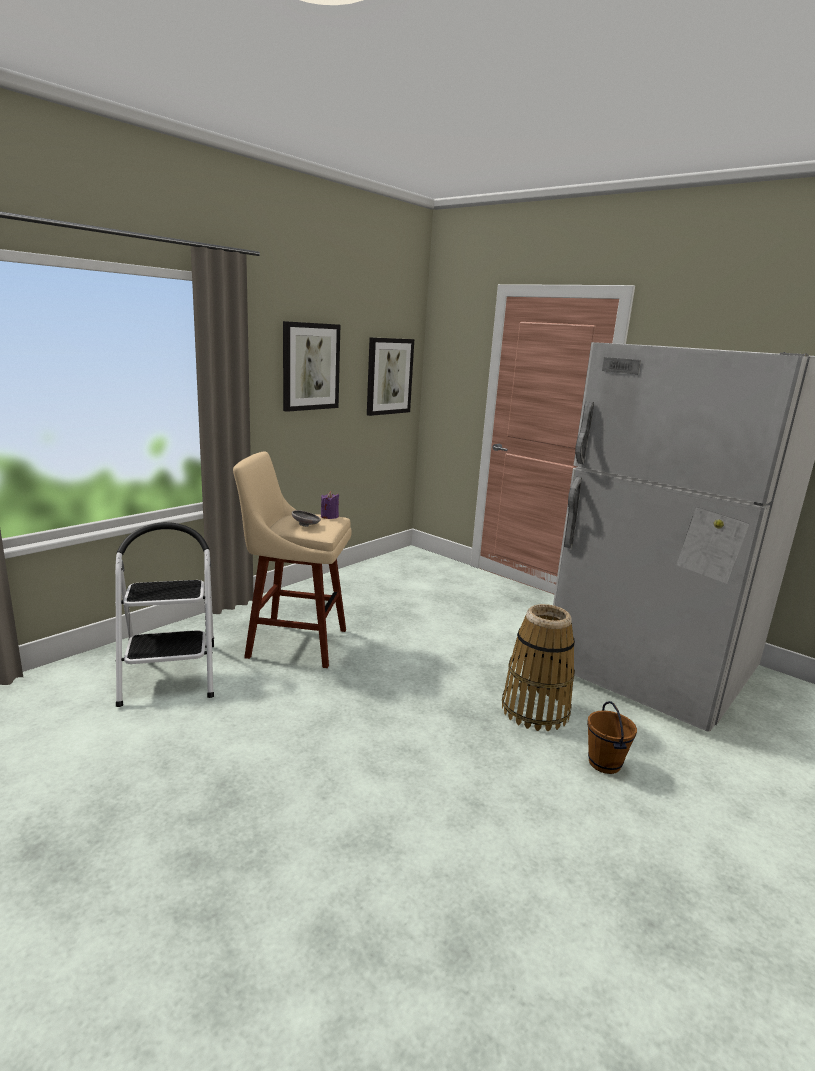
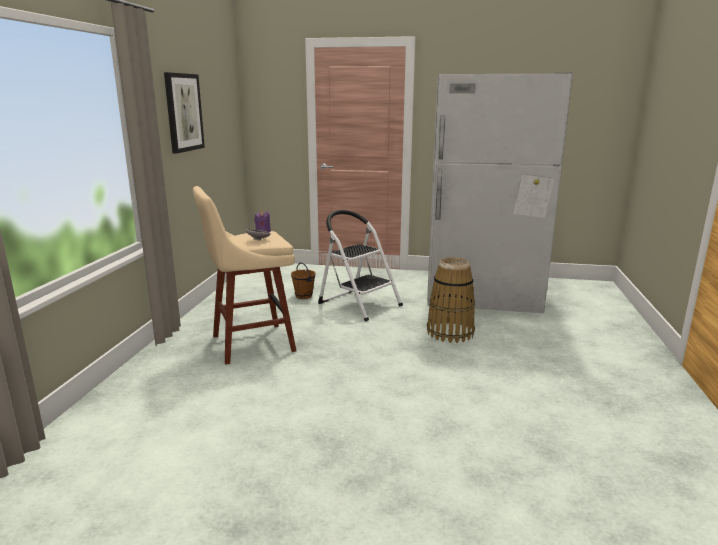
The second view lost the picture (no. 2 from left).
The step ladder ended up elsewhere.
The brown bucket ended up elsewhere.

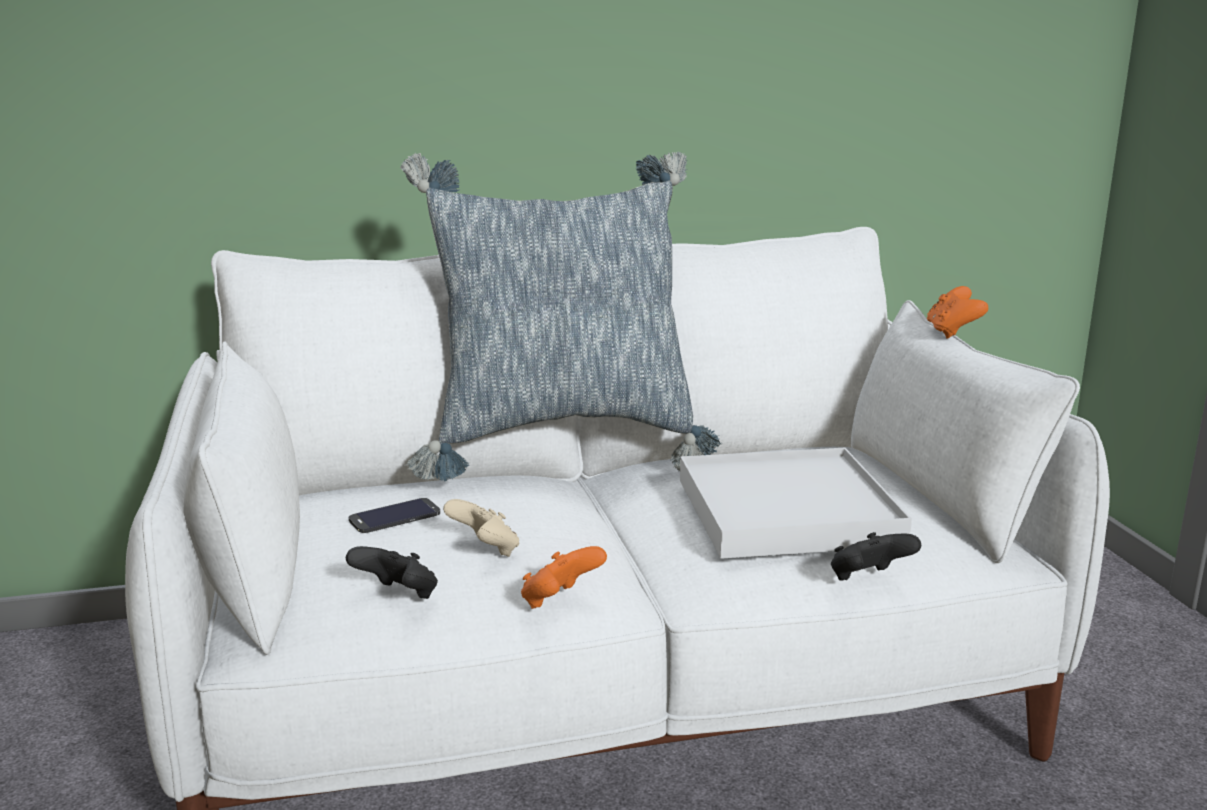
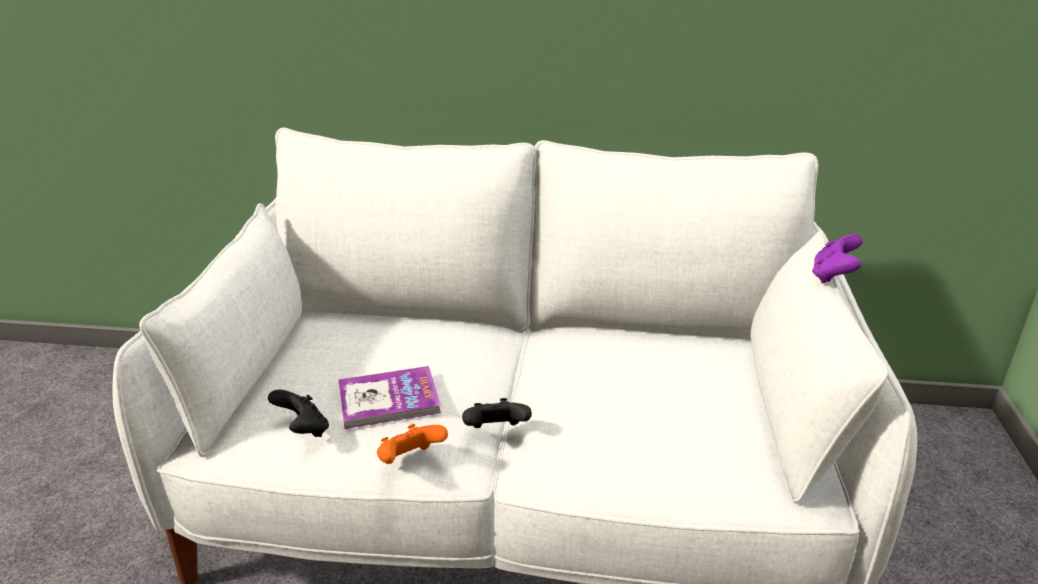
The second view lost the pillow.
What was the orange game controller (no. 2 from left) turned into the purple game controller.
The second view lost the white tray.
The second view lost the phone.
Where the beige game controller stood, the book came to stand.
The black game controller (no. 2 from left) ended up elsewhere.

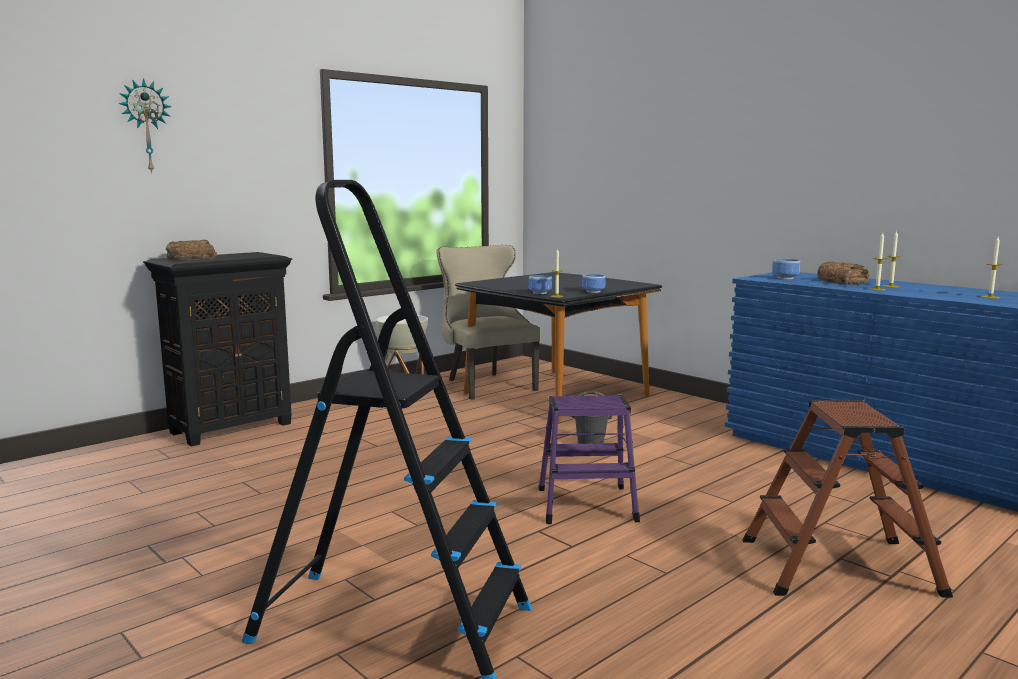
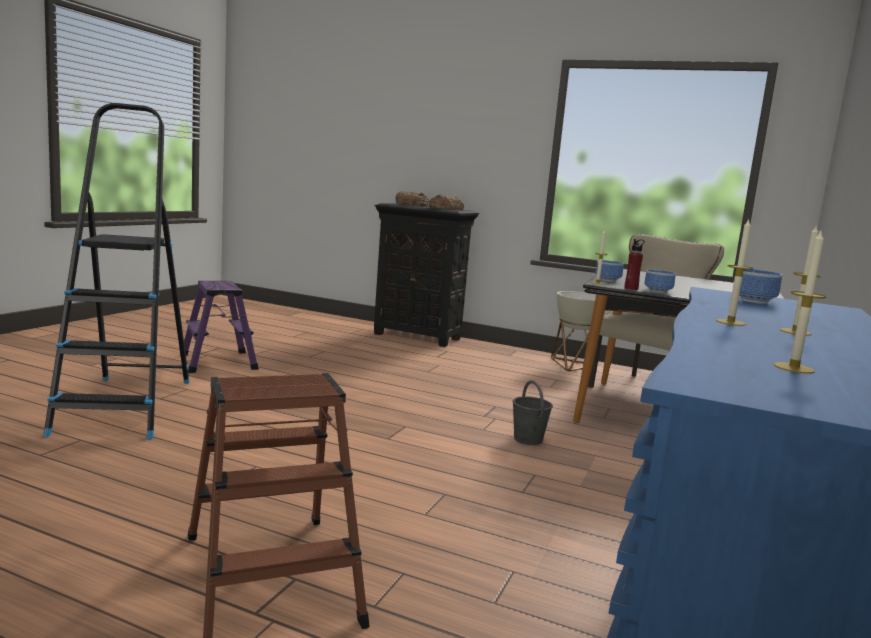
The second view lost the wall clock.
The bread (no. 2 from left) ended up elsewhere.
The purple step ladder ended up elsewhere.
The second view gained the red bottle.

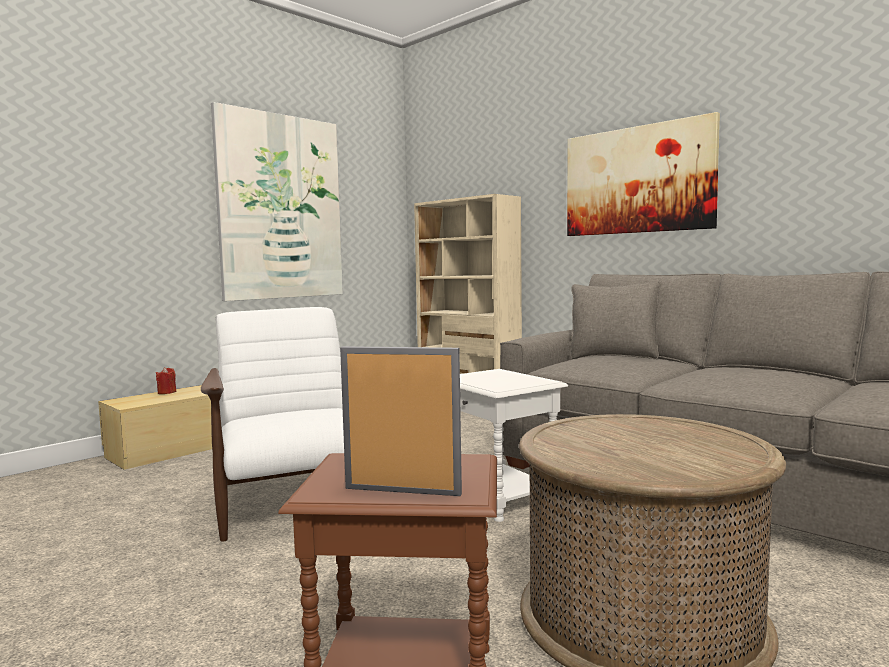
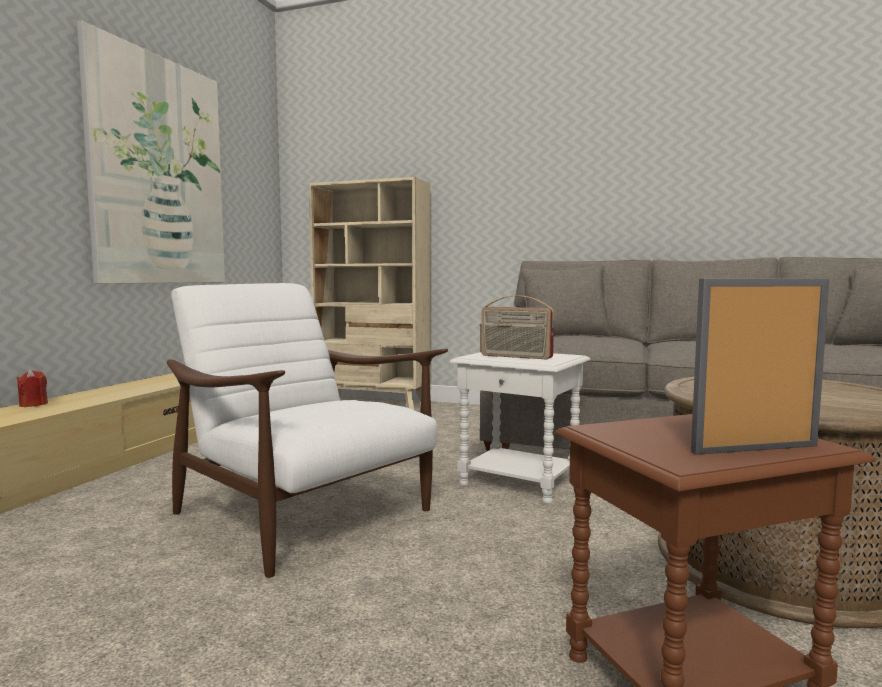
The second view lost the picture (no. 2 from left).
The second view gained the radio.

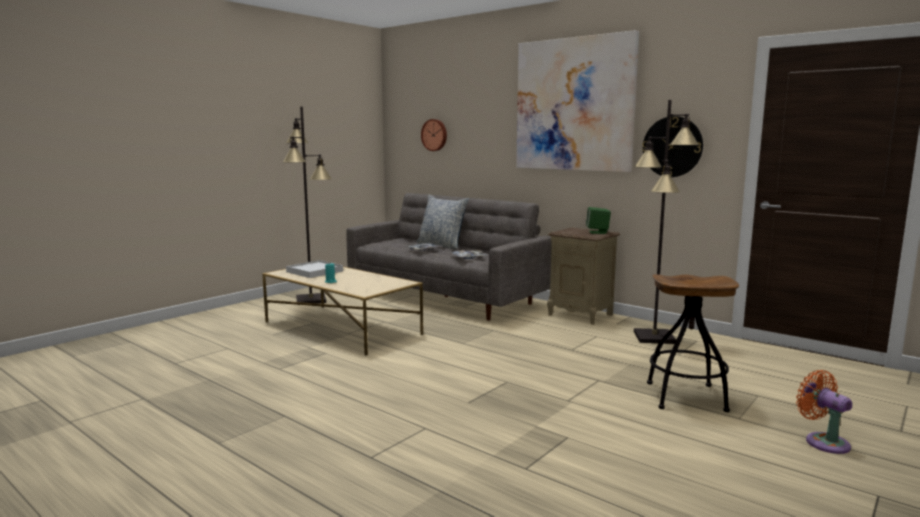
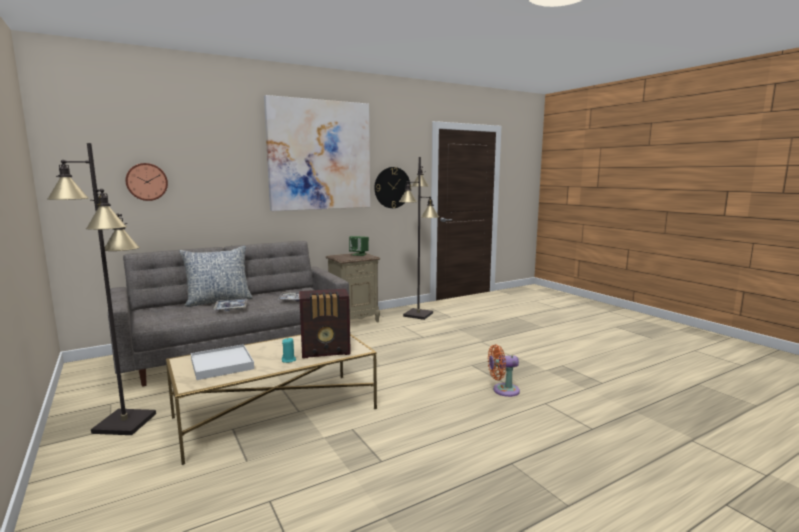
The second view lost the brown stool.
The orange fan ended up elsewhere.
The second view gained the radio.

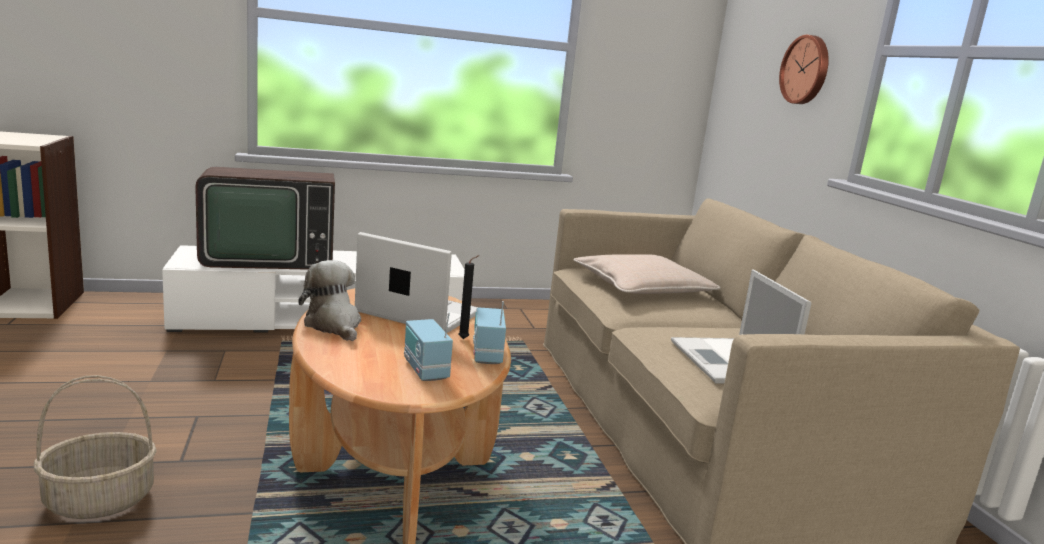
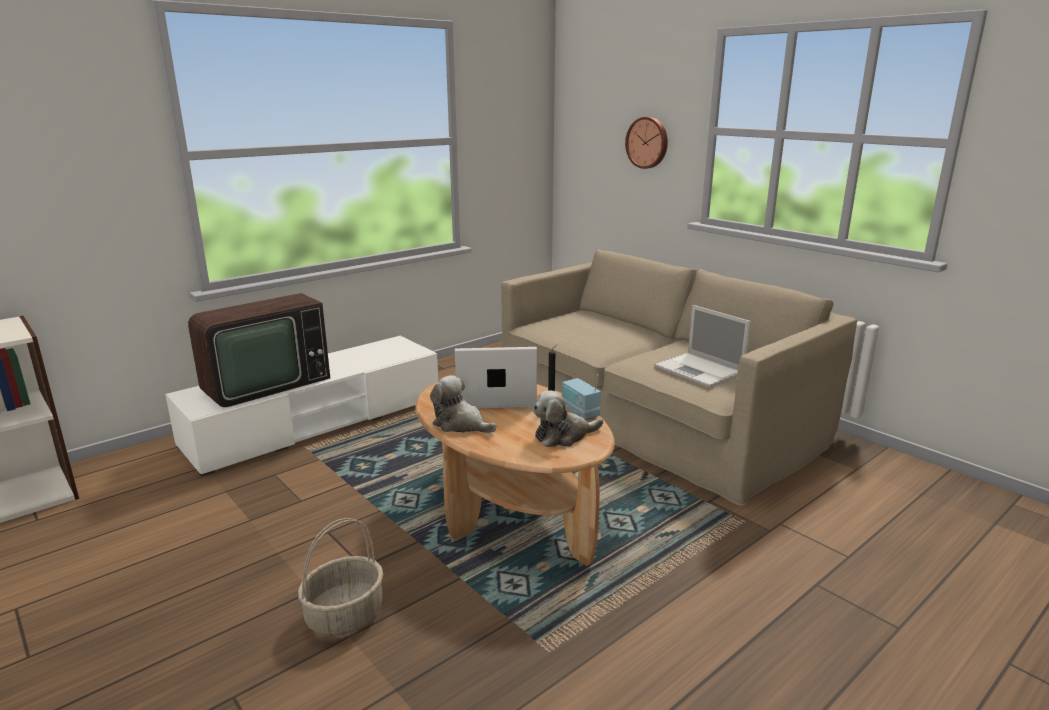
The second view lost the beige pillow.
Where the radio (no. 1 from left) stood, the plush toy (no. 2 from left) came to stand.

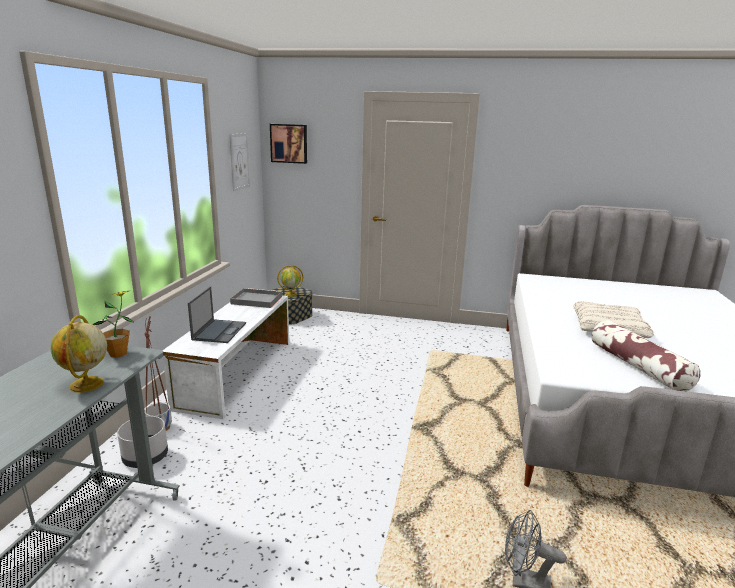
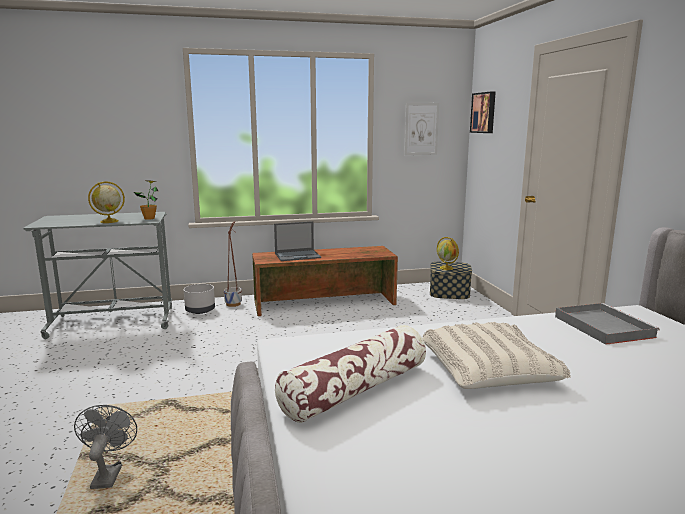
The grey tray ended up elsewhere.
What was the white bench turned into the brown bench.

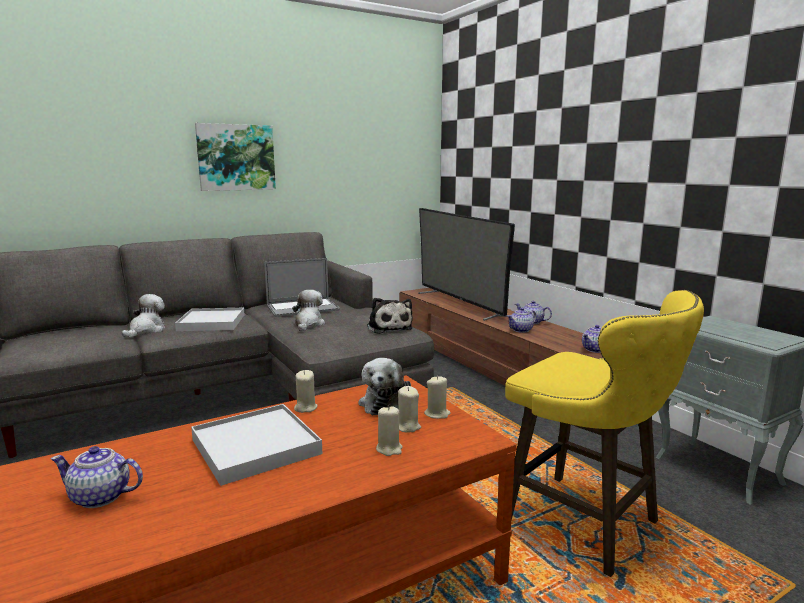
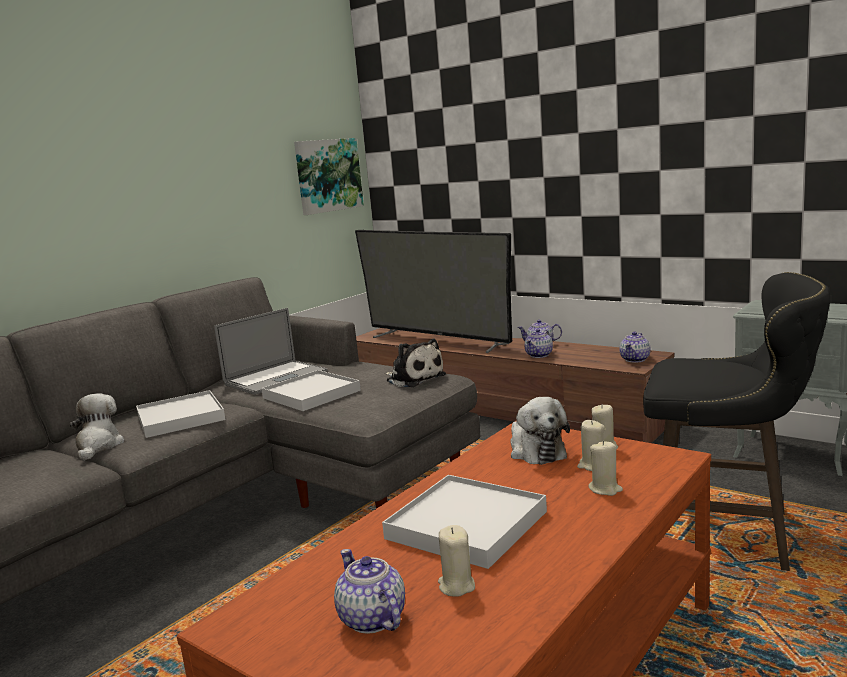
The picture ended up elsewhere.
Where the plush toy (no. 2 from left) stood, the white tray (no. 2 from left) came to stand.
What was the yellow stool turned into the black stool.
The beige candle (no. 1 from left) ended up elsewhere.
The teapot (no. 1 from left) ended up facing another way, 75 degrees clockwise from before.

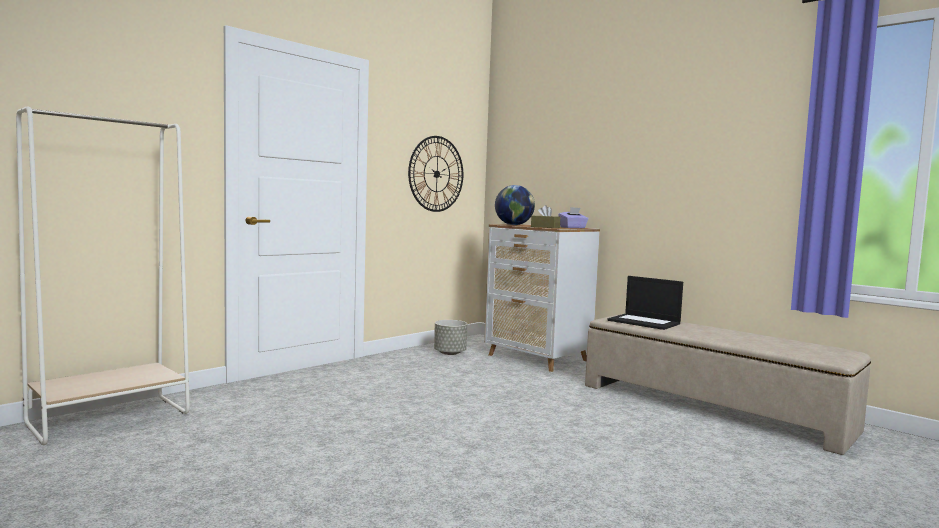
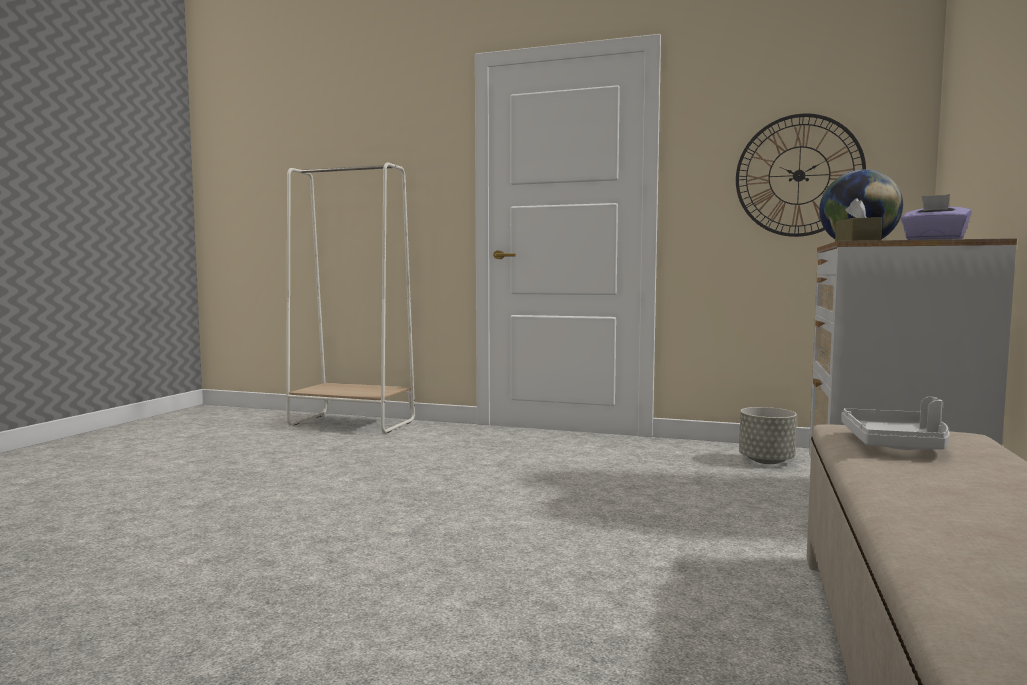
Where the laptop stood, the grey tray came to stand.

